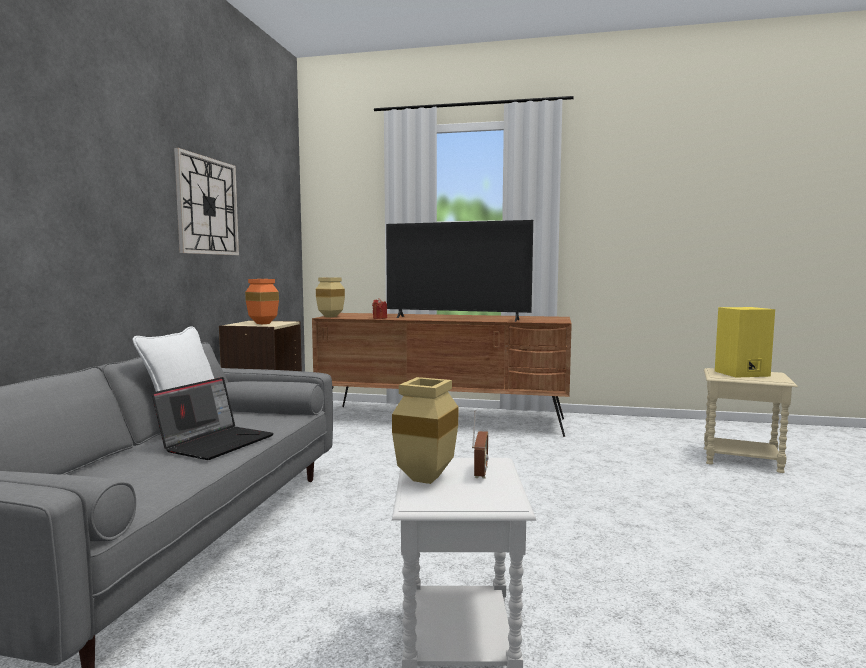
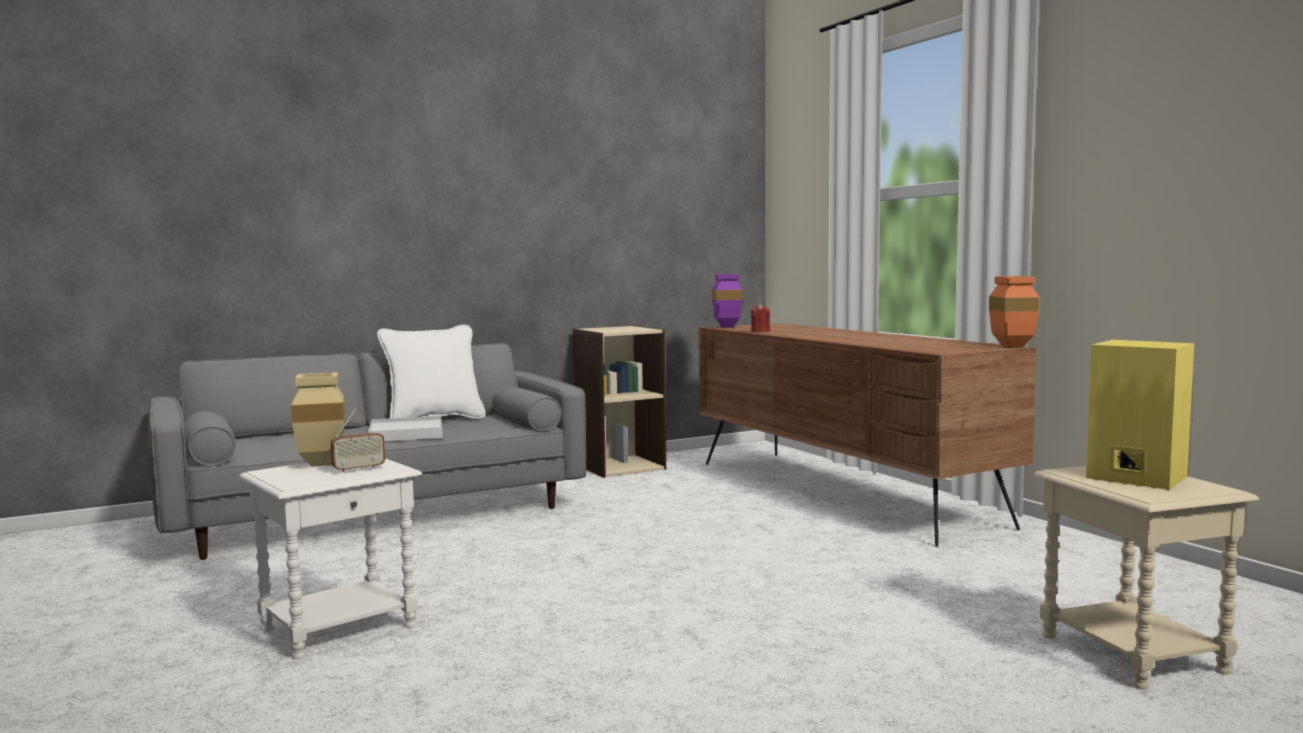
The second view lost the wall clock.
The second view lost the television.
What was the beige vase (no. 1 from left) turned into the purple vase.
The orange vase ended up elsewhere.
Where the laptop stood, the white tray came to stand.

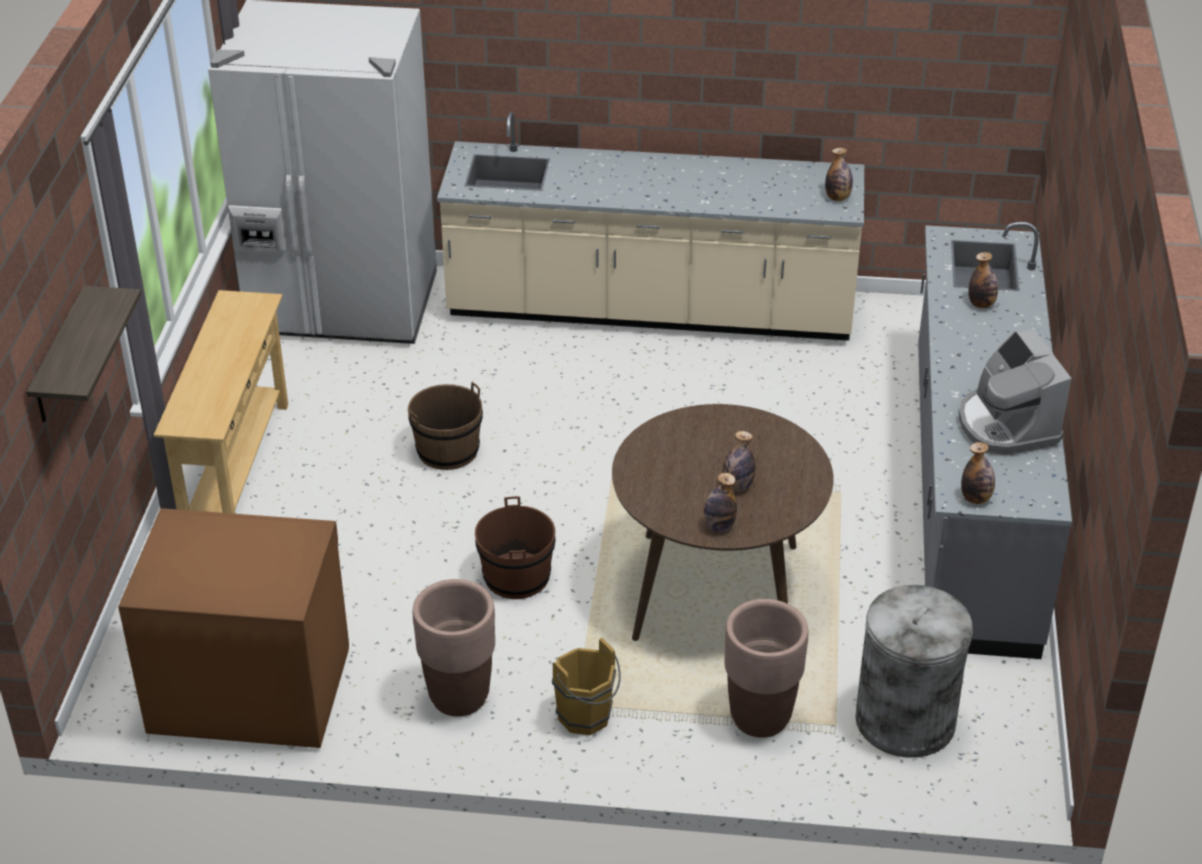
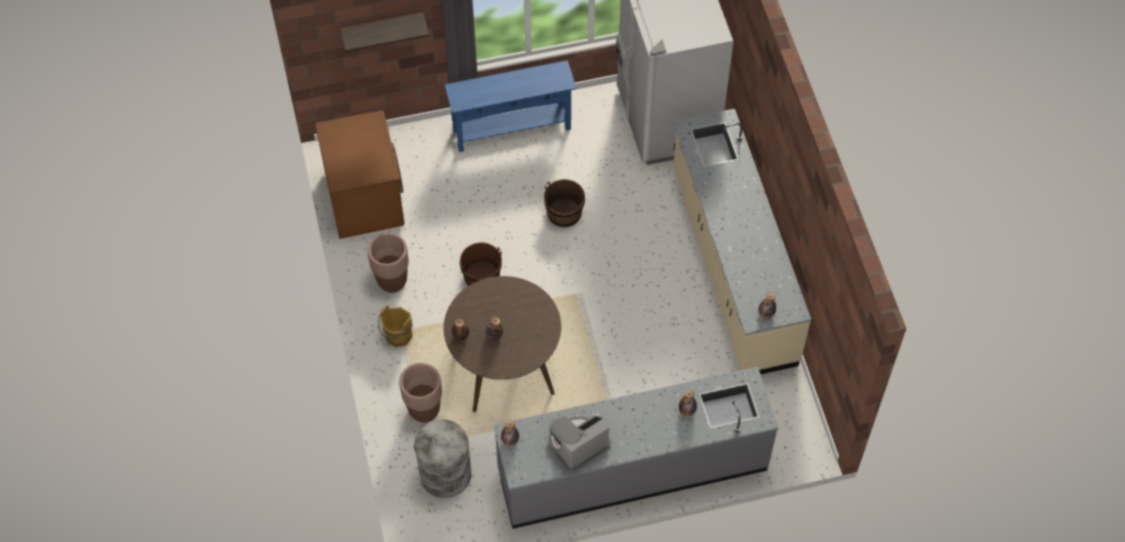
What was the beige console table turned into the blue console table.

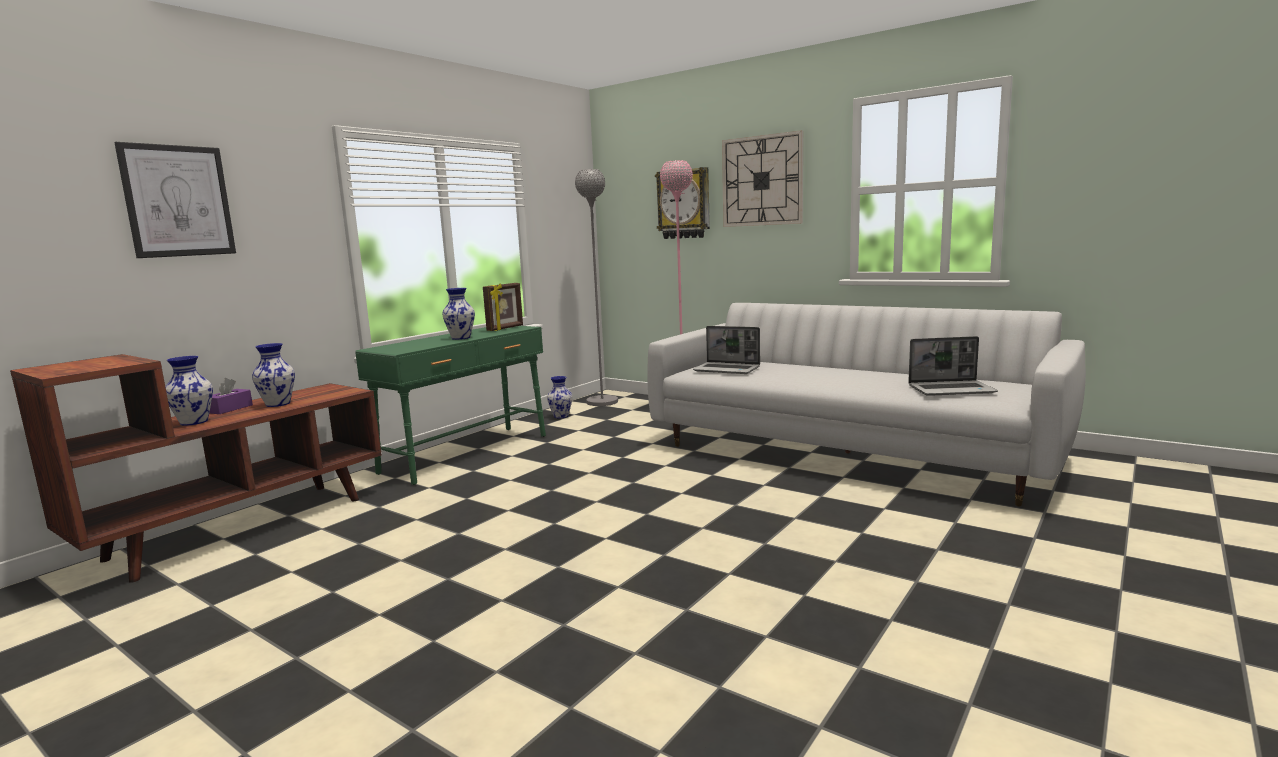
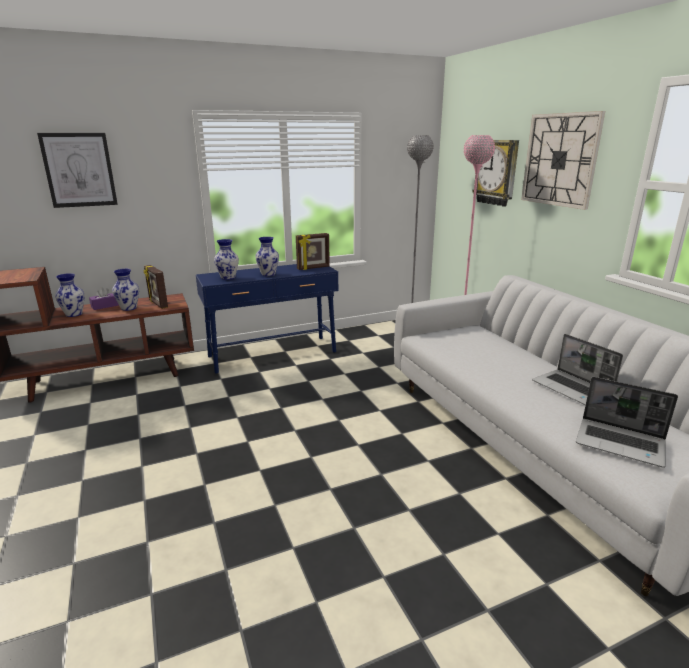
What was the green console table turned into the blue console table.
The laptop (no. 1 from left) ended up elsewhere.
The vase (no. 4 from left in the first image) ended up elsewhere.
The second view gained the picture frame (no. 1 from left).

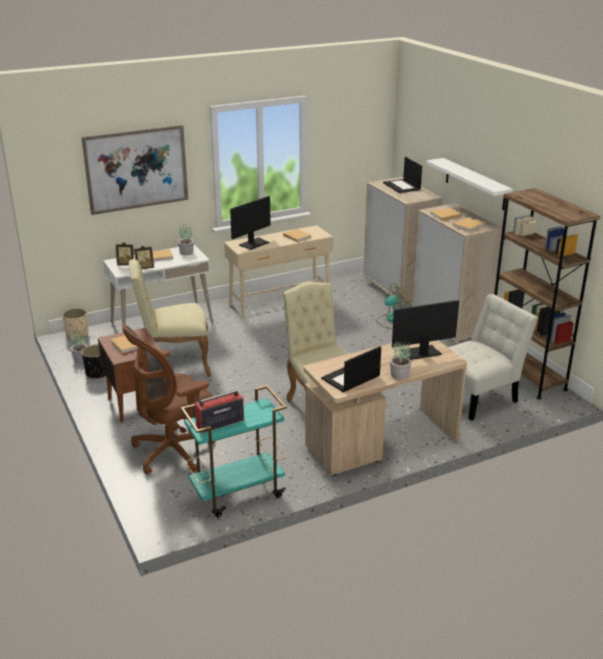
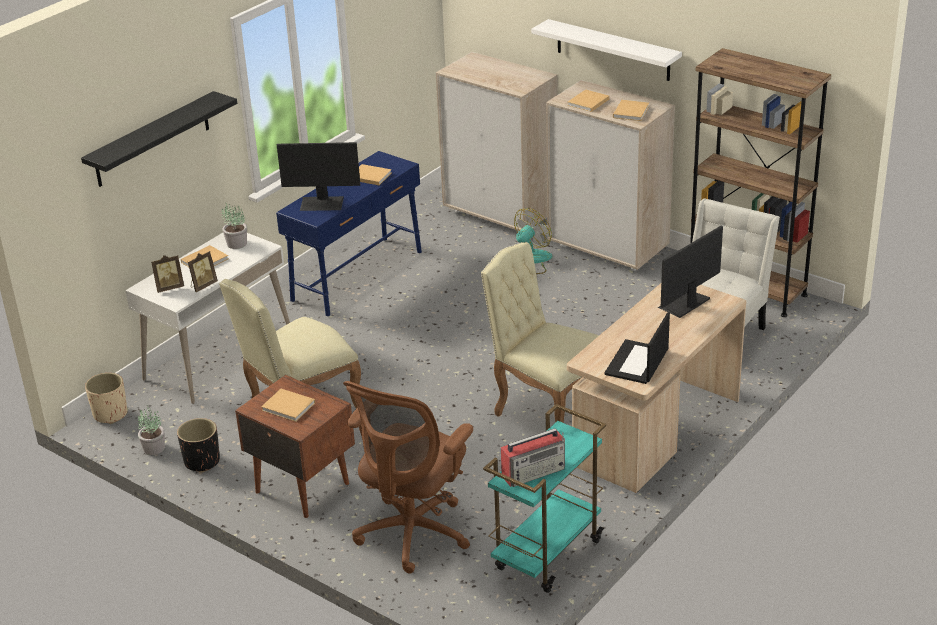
Where the picture hung, the black shelf came to hang.
The second view lost the laptop (no. 2 from left).
The monitor (no. 1 from left) ended up facing another way, 75 degrees clockwise from before.
What was the beige console table turned into the blue console table.
The second view lost the potted plant (no. 3 from left).
The radio ended up facing another way, 150 degrees counterclockwise from before.

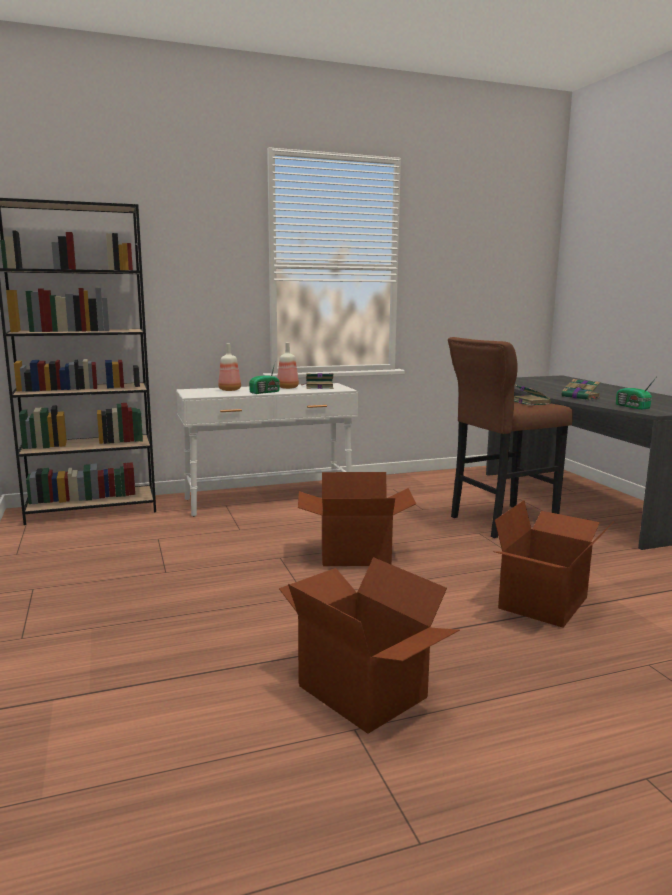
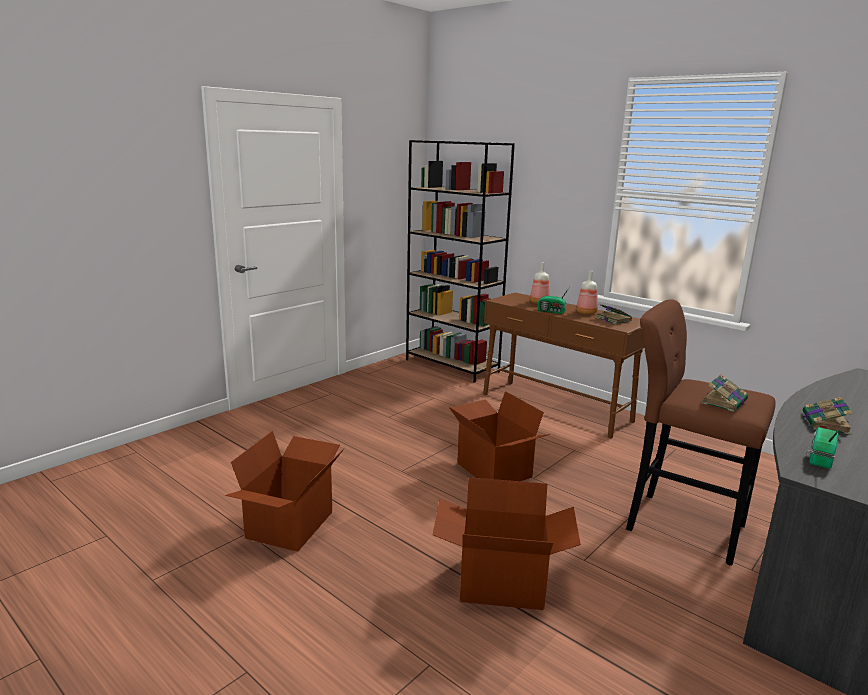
What was the white console table turned into the brown console table.

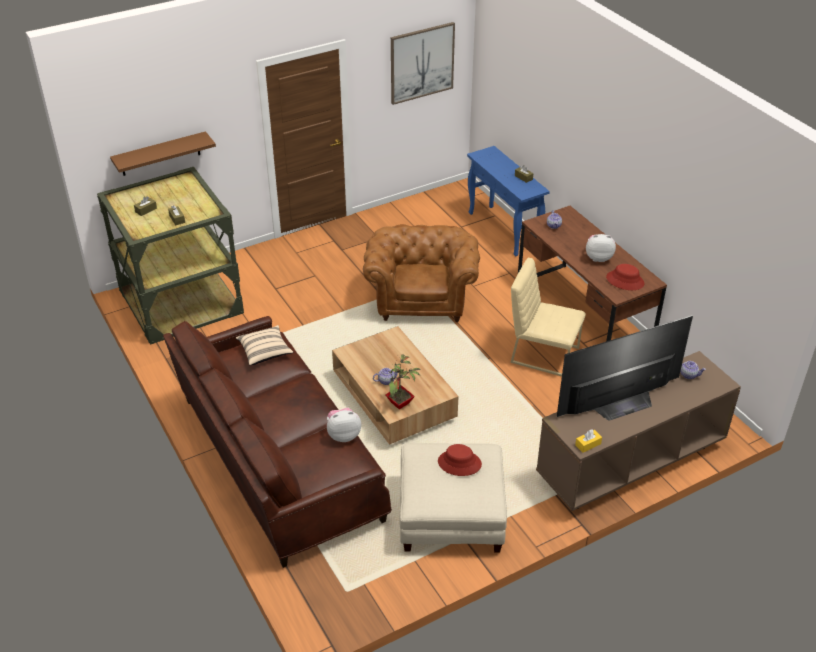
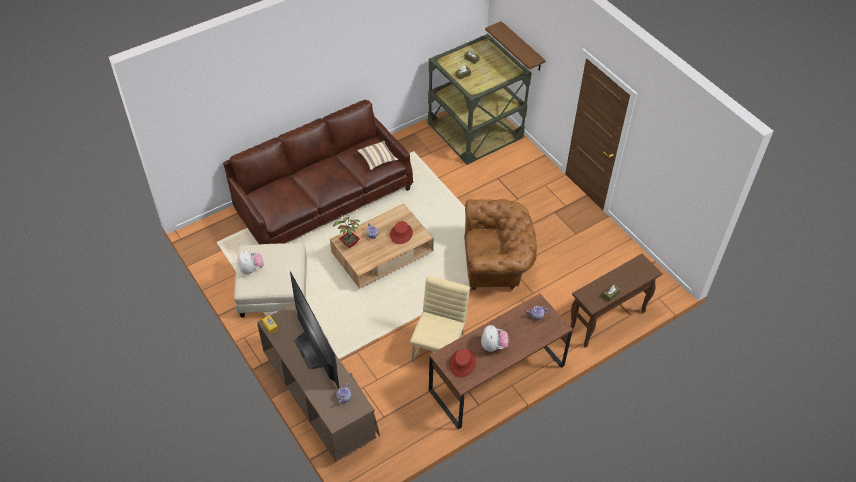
The second view lost the picture.
What was the blue console table turned into the brown console table.
The plush toy (no. 1 from left) ended up elsewhere.
The red hat (no. 1 from left) ended up elsewhere.

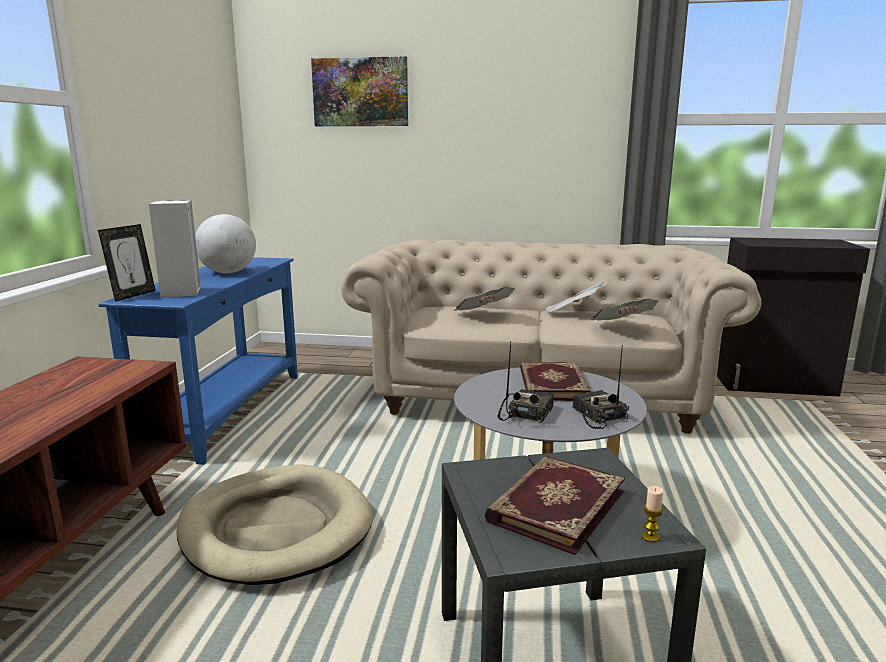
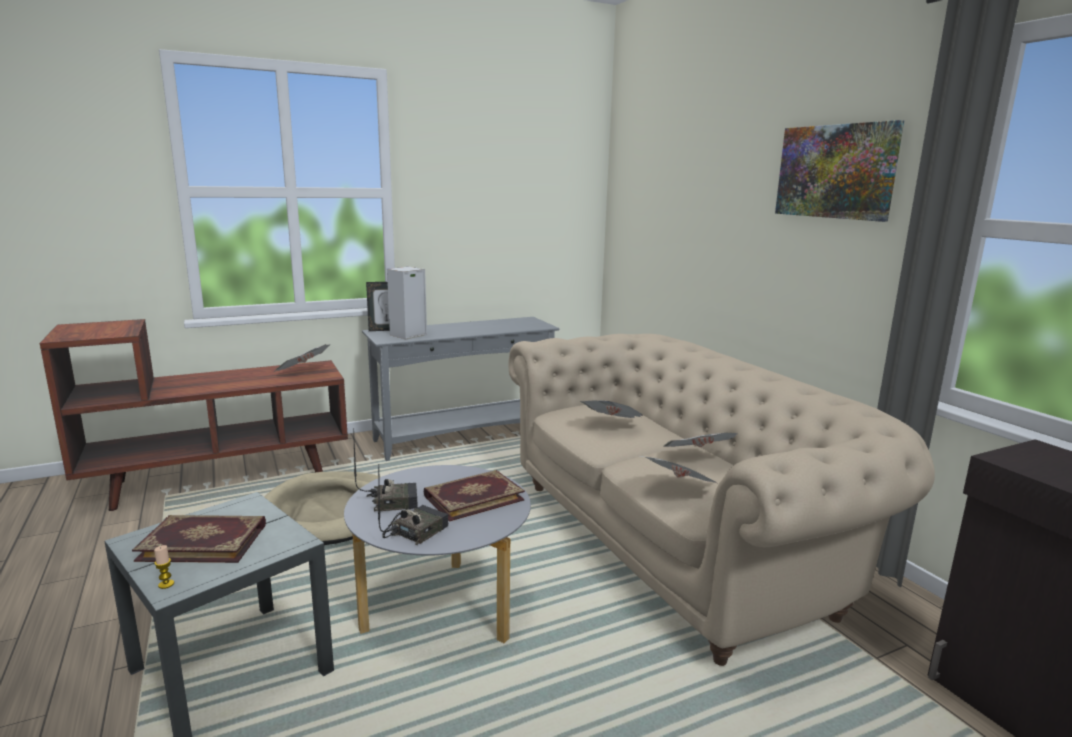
The picture ended up elsewhere.
The second view lost the globe.
What was the blue console table turned into the grey console table.
The second view gained the newspaper (no. 1 from left).

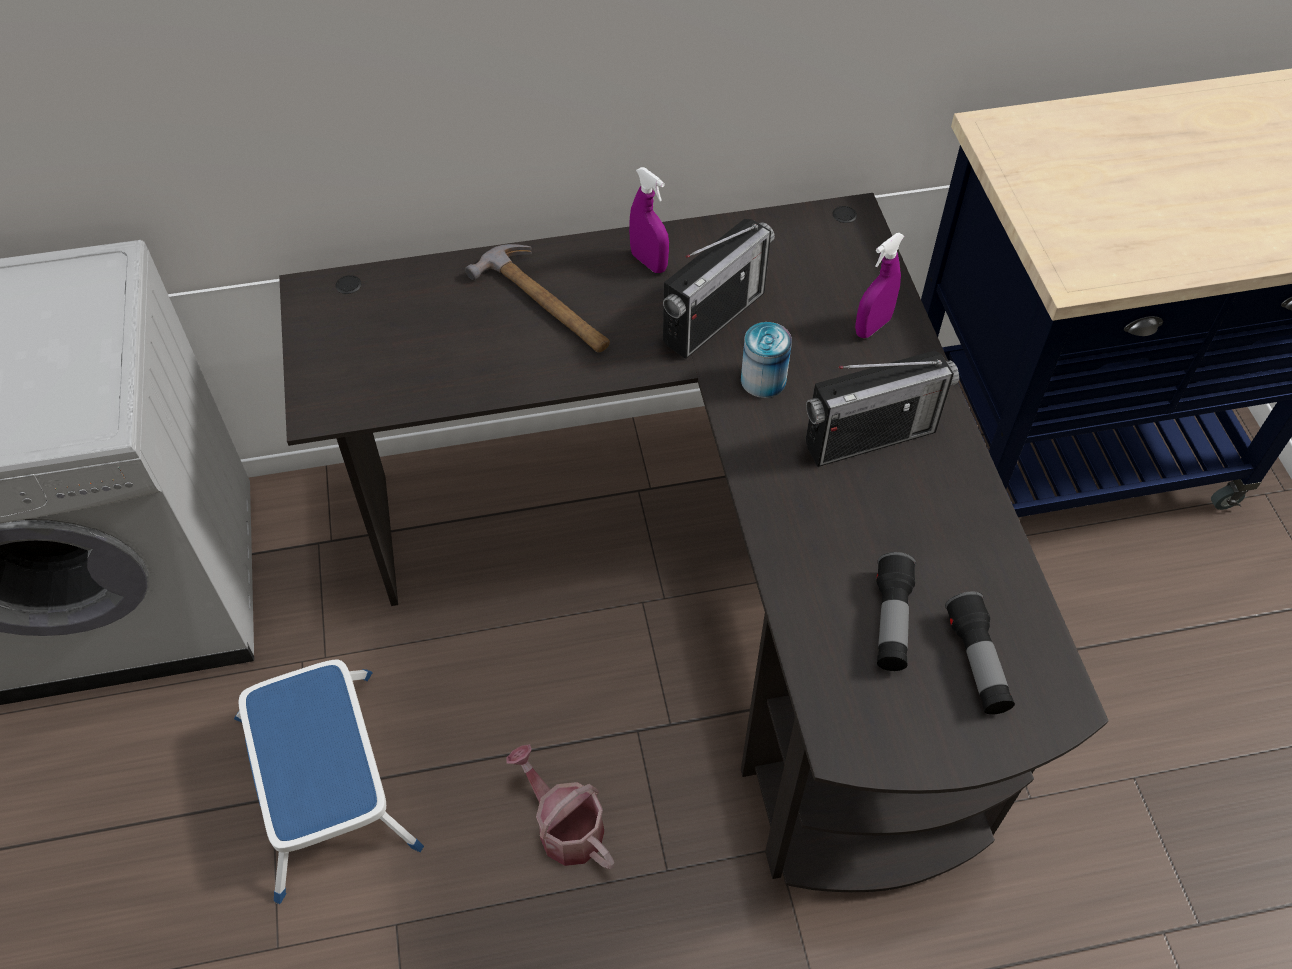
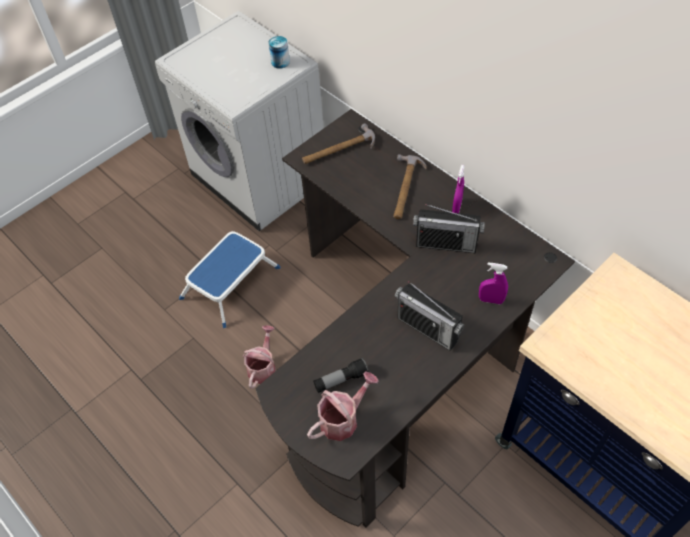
The can ended up elsewhere.
Where the flashlight (no. 2 from left) stood, the watering can (no. 2 from left) came to stand.
The second view gained the hammer (no. 1 from left).

